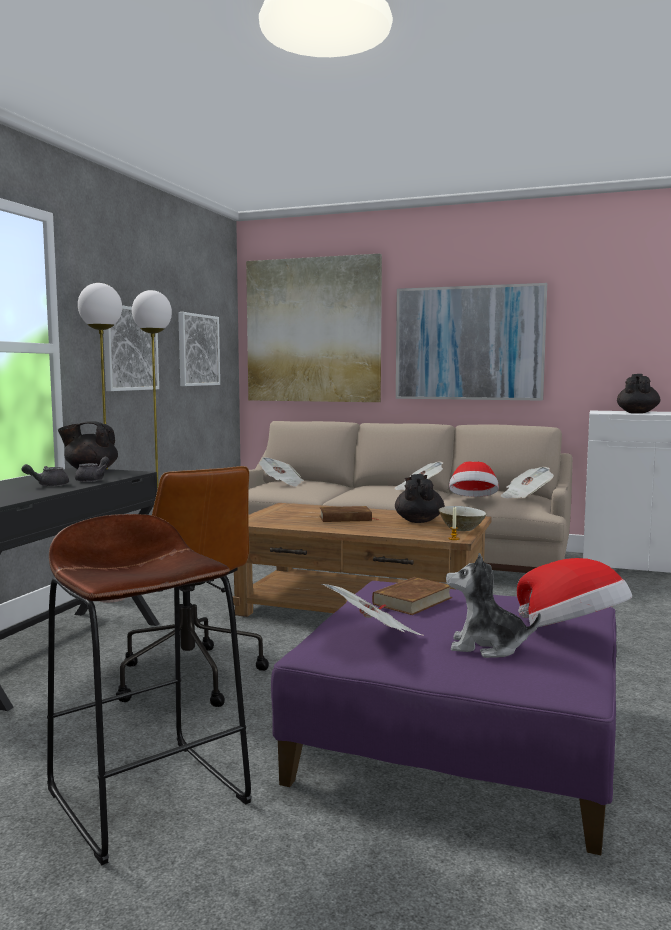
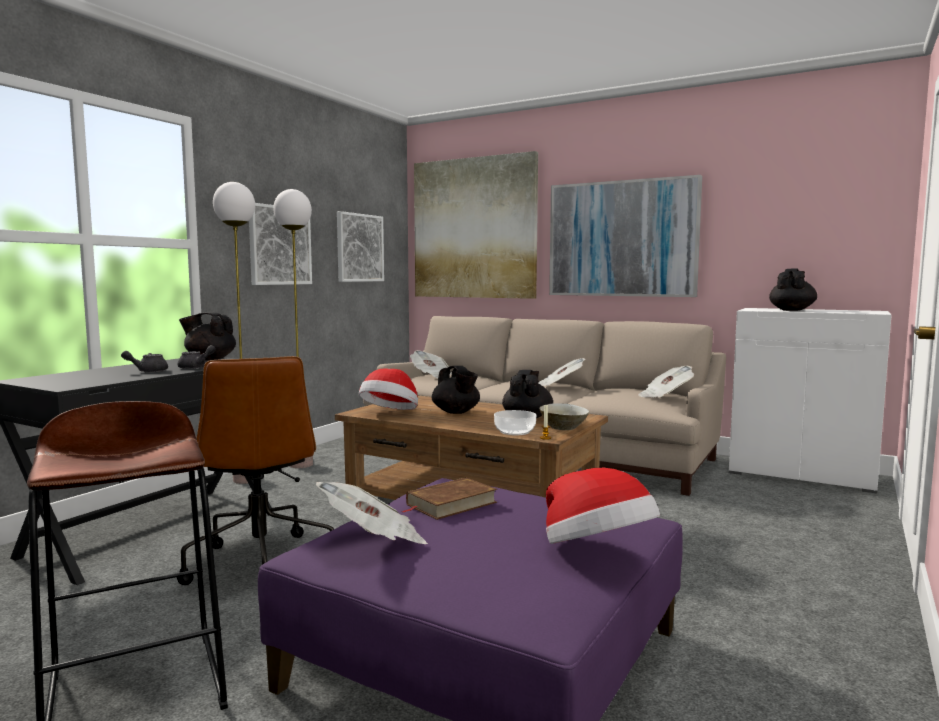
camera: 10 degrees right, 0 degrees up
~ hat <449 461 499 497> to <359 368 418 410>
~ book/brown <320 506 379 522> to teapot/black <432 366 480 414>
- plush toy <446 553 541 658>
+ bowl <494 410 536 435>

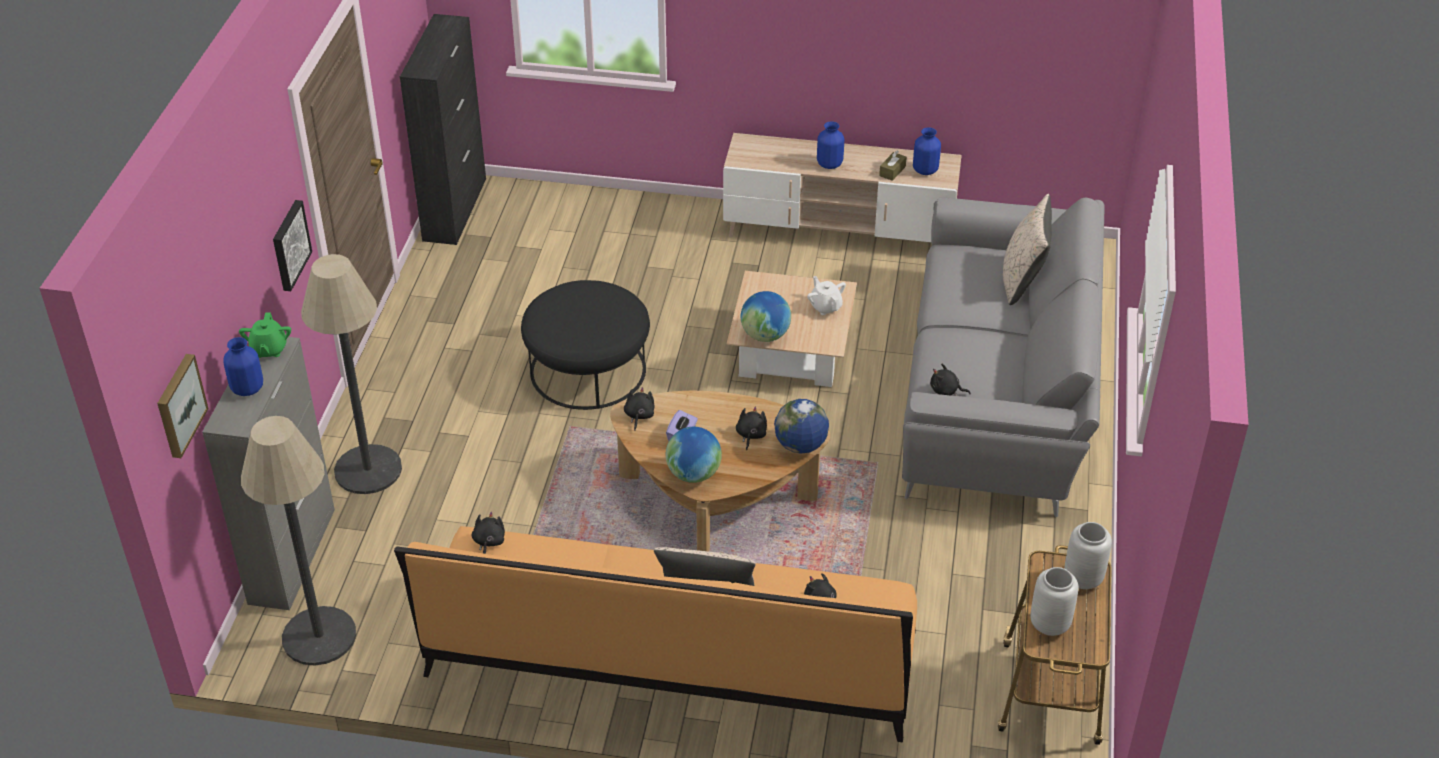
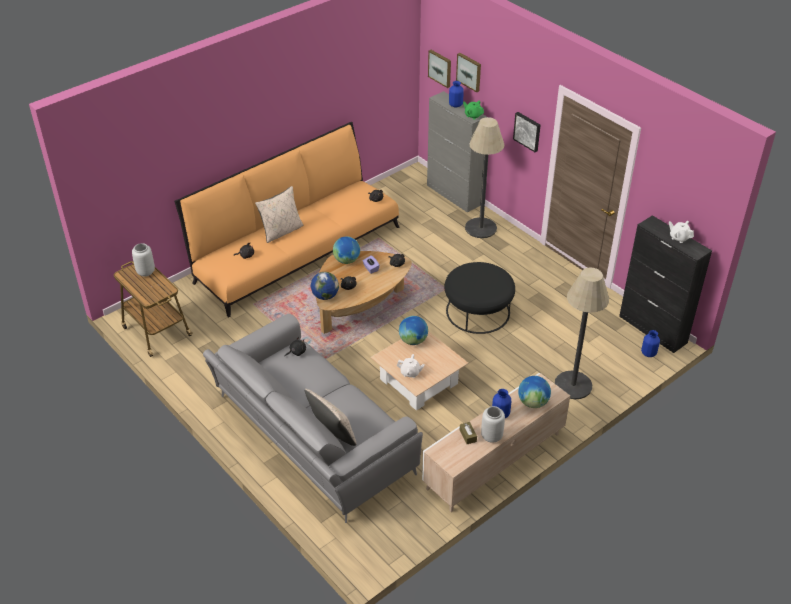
camera: 130 degrees right, 0 degrees up
~ vase/blue <913 127 941 175> to <641 330 660 357>
~ floor lamp <241 416 356 666> to <555 267 609 399>
~ vase/grey <1064 522 1112 589> to <481 406 505 443>
+ picture <456 53 481 92>
+ teapot/white <669 221 694 243>
+ globe <518 376 551 408>

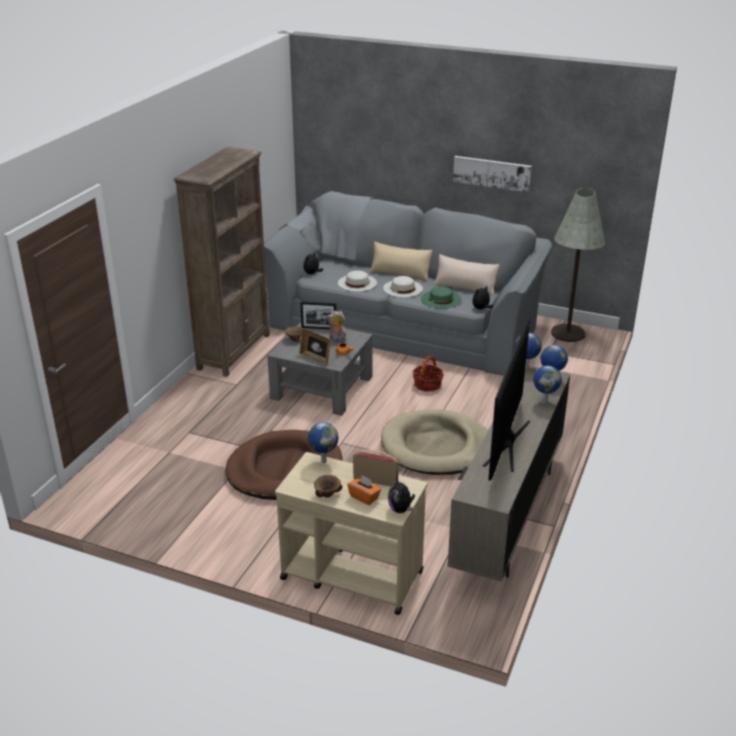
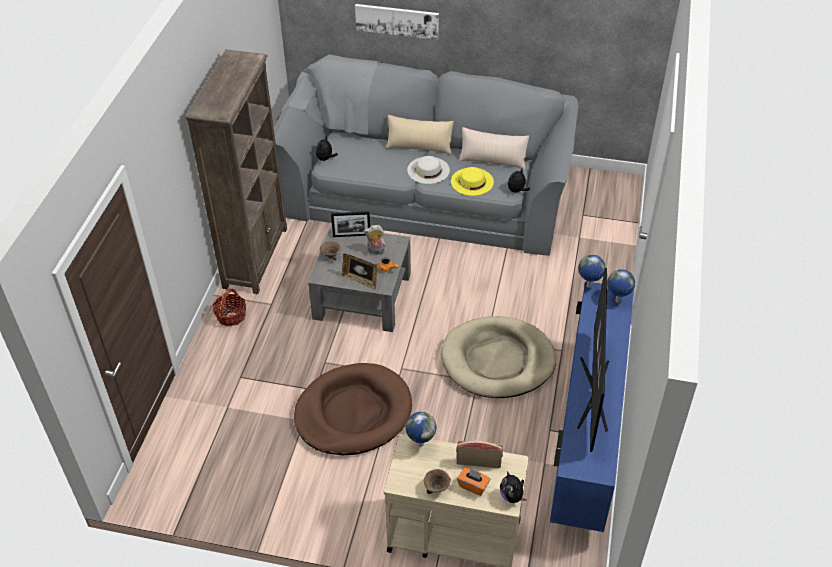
camera: 10 degrees left, 15 degrees up
~ picture <453 156 532 192> to <355 4 439 40>
- floor lamp/grey <551 188 605 342>
- hat/white <338 270 377 292>
~ hat/green <421 286 461 309> to hat/yellow <451 167 494 196>
~ basket <413 356 443 392> to <213 289 246 327>
~ tv stand/beige <448 365 571 582> to tv stand/blue <550 281 634 532>
- globe <533 366 562 404>

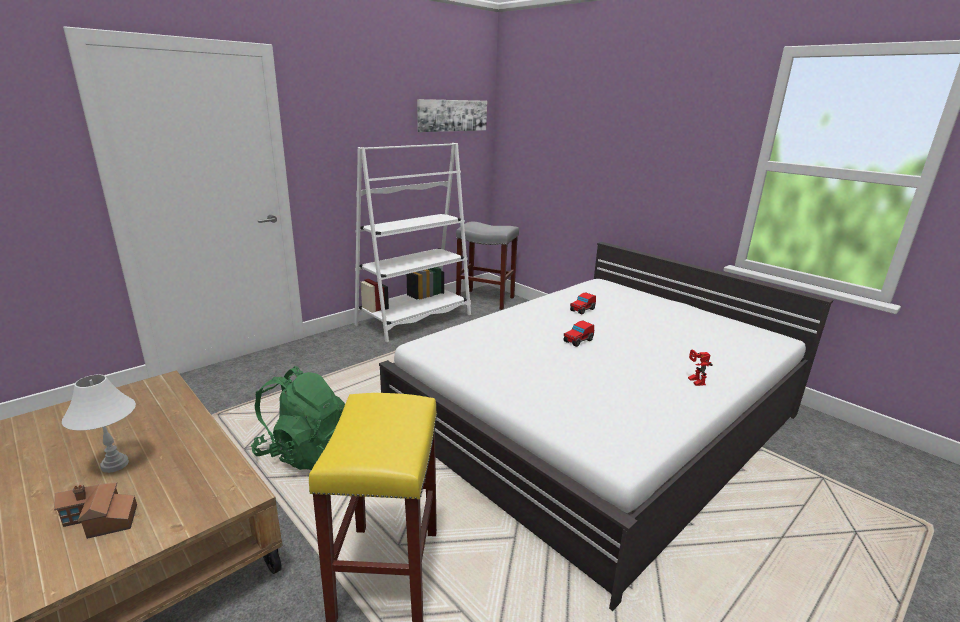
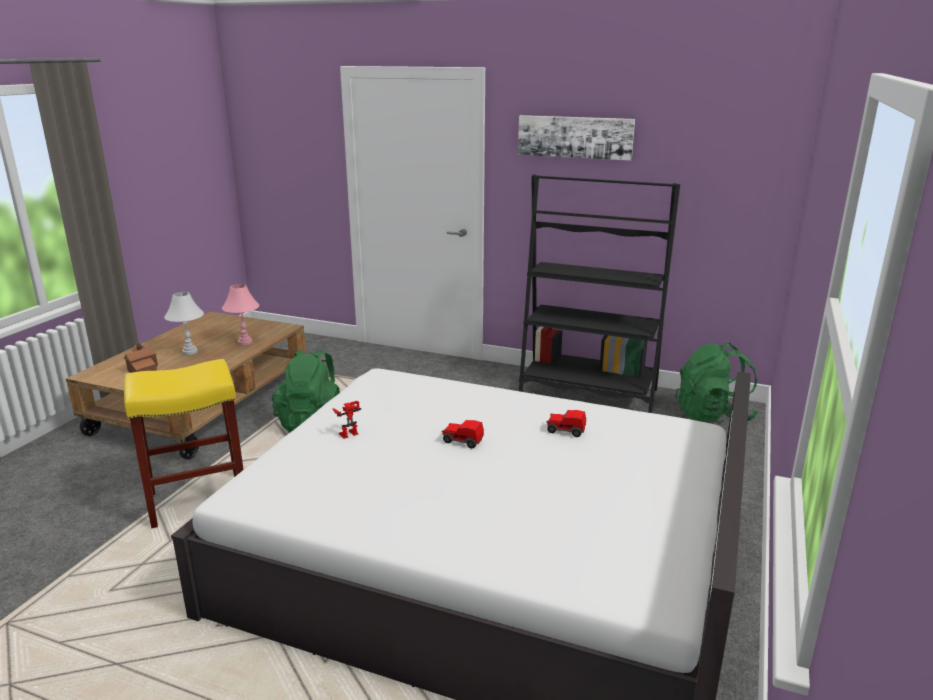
camera: 65 degrees right, 0 degrees up
~ picture <417 99 487 132> to <518 115 635 161>
~ bookcase/white <354 143 471 342> to bookcase/black <519 175 680 413>
~ stool/grey <456 222 519 310> to backpack/green <675 342 758 422>
~ toy robot <688 350 712 386> to <332 401 361 439>
+ table lamp/pink <222 284 260 345>

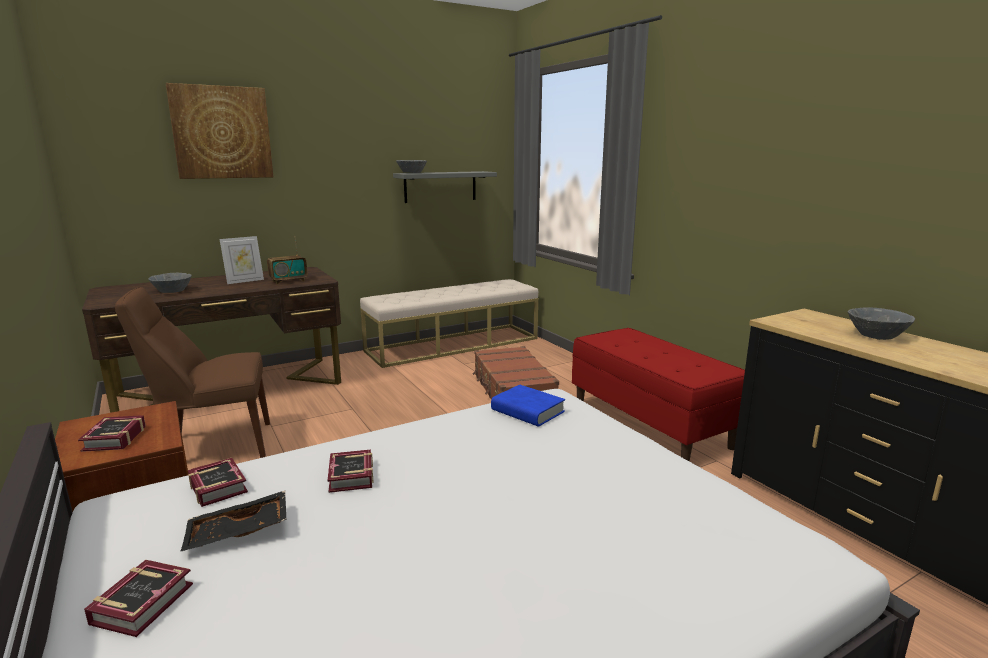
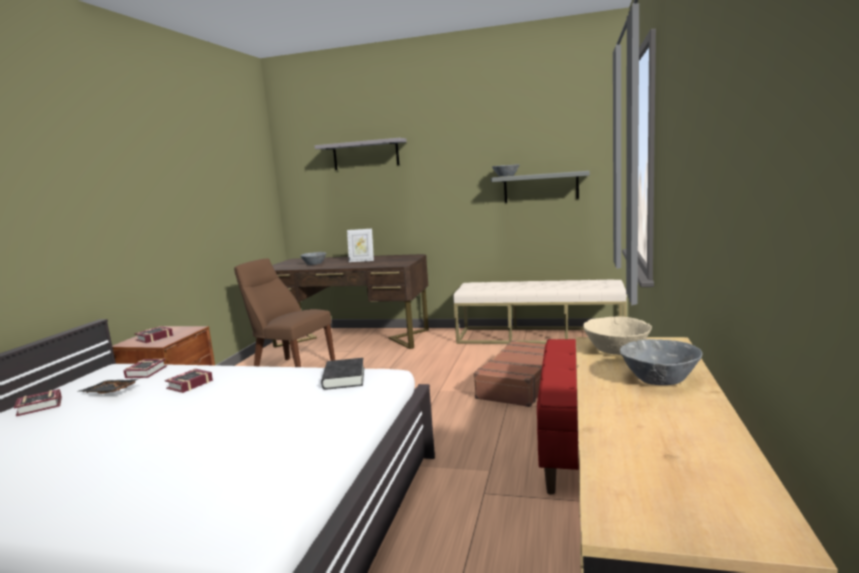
camera: 45 degrees right, 5 degrees down
~ picture <166 83 273 179> to shelf/grey <314 138 407 170>
- radio <267 236 308 284>
~ book/blue <491 385 565 426> to book/black <321 358 364 390>
+ bowl/beige <583 316 652 355>

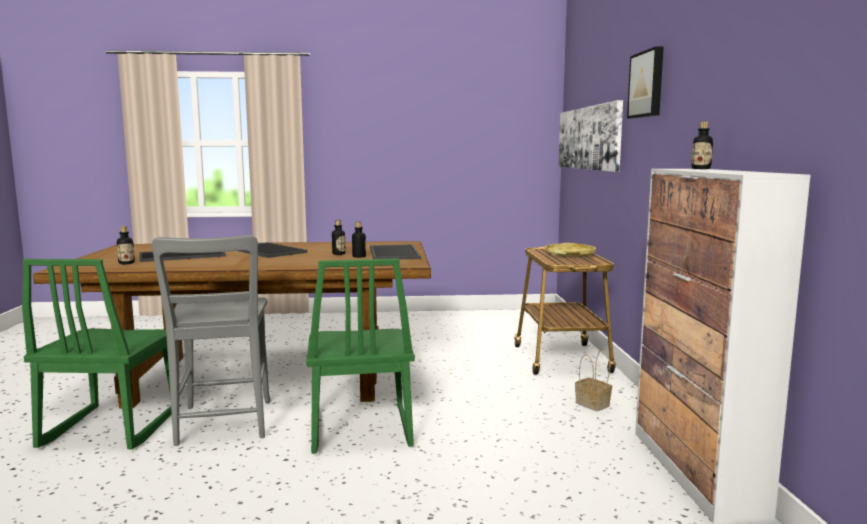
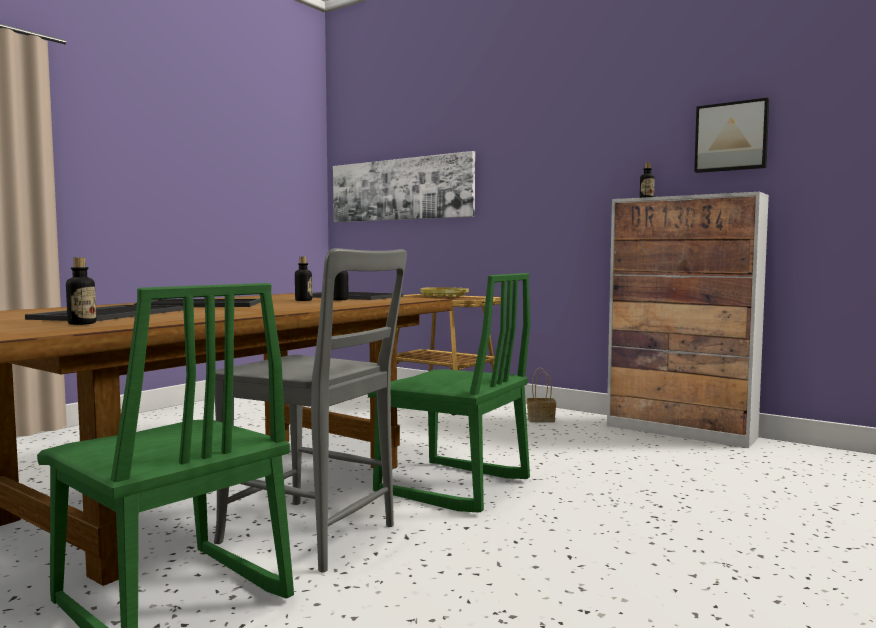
camera: 50 degrees left, 5 degrees down
~ picture <627 46 664 119> to <694 98 769 173>

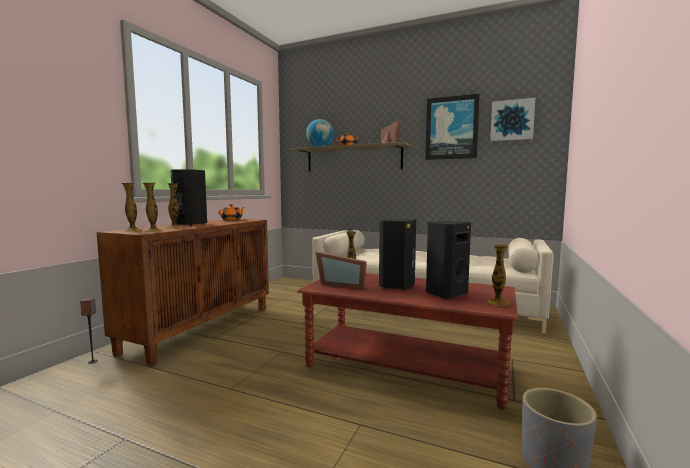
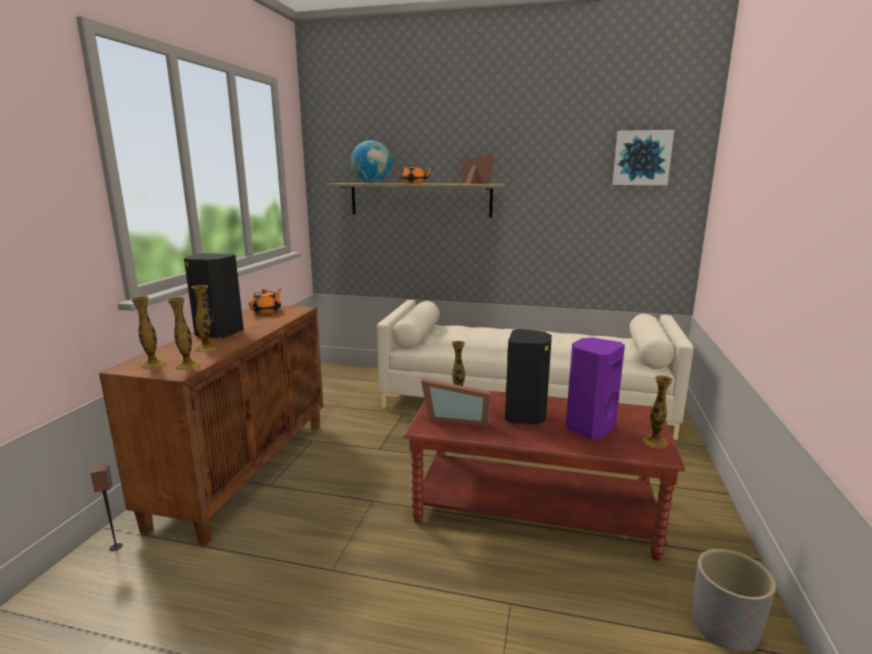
camera: 10 degrees left, 10 degrees up
- picture <425 94 480 160>
~ speaker/black <426 221 471 299> to speaker/purple <566 337 625 440>

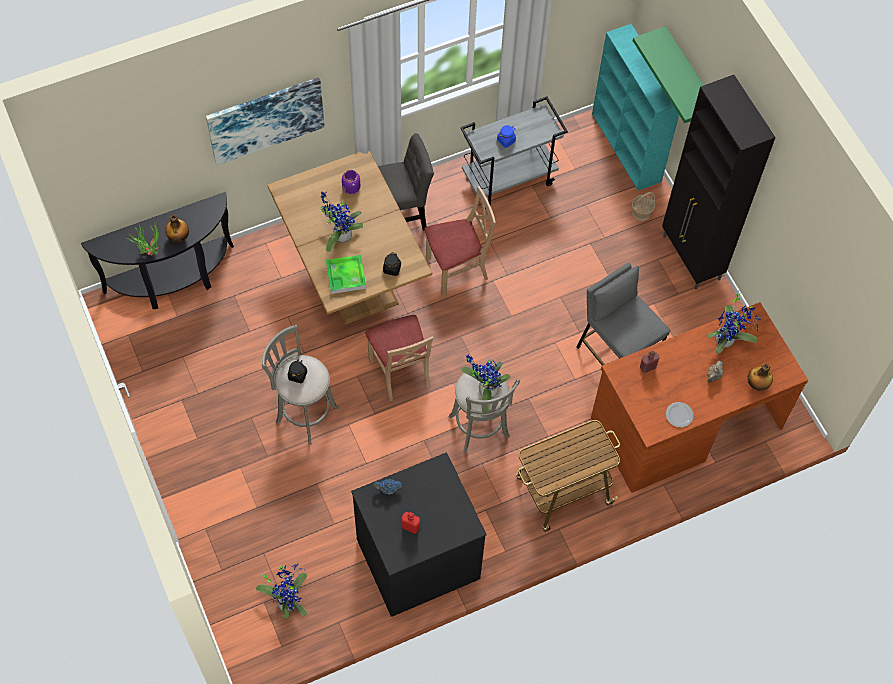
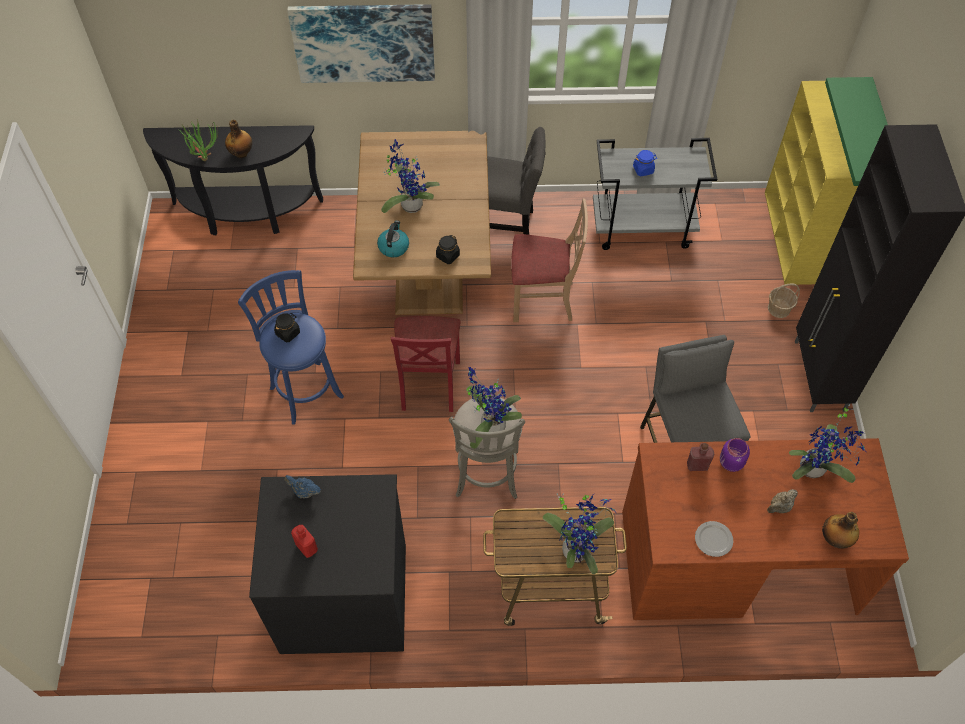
camera: 25 degrees right, 5 degrees down
~ bookcase/turquoise <592 24 679 191> to bookcase/yellow <765 81 858 285>
~ jar/purple <342 170 360 194> to <720 438 750 472>
~ tray <326 255 366 294> to kettle <377 220 409 258>
~ chair/beige <365 315 433 401> to chair/red <391 316 460 412>
~ stool/grey <262 325 339 444> to stool/blue <238 270 344 425>
~ potted plant <256 563 307 619> to <543 493 616 574>

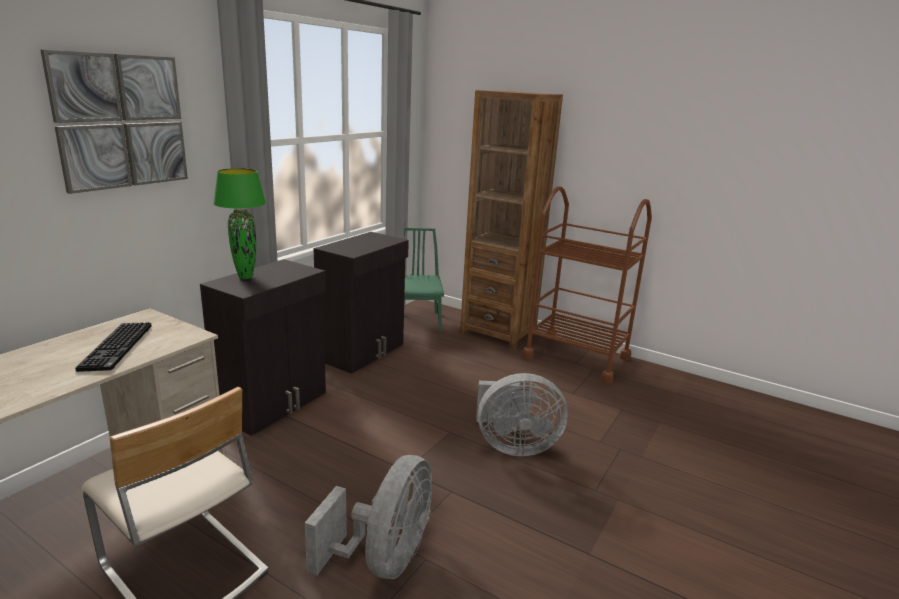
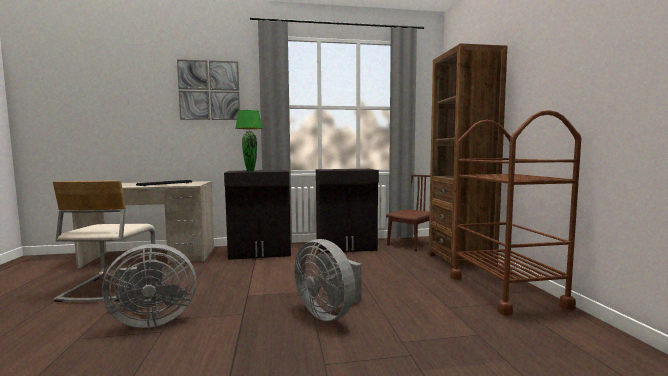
camera: 50 degrees right, 15 degrees down
~ chair/green <404 228 444 332> to chair/brown <386 174 430 251>

